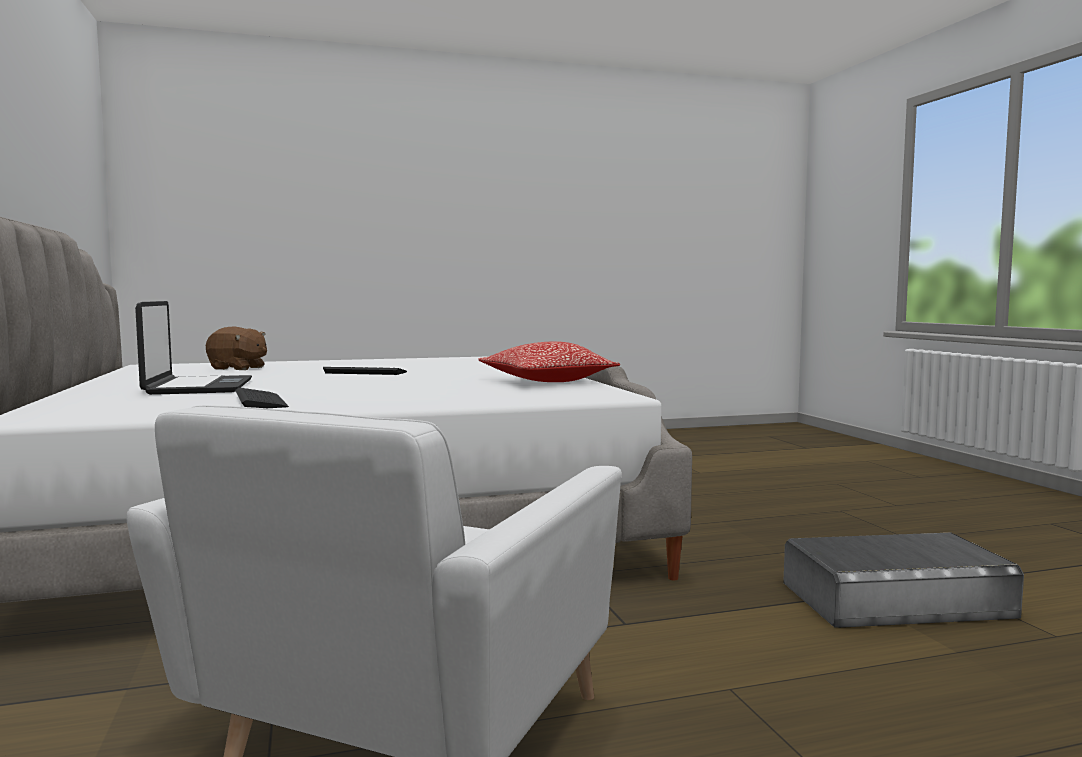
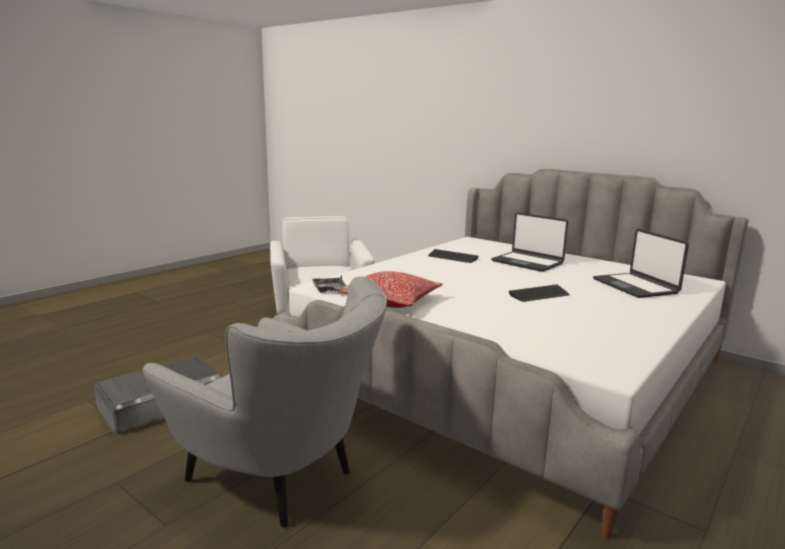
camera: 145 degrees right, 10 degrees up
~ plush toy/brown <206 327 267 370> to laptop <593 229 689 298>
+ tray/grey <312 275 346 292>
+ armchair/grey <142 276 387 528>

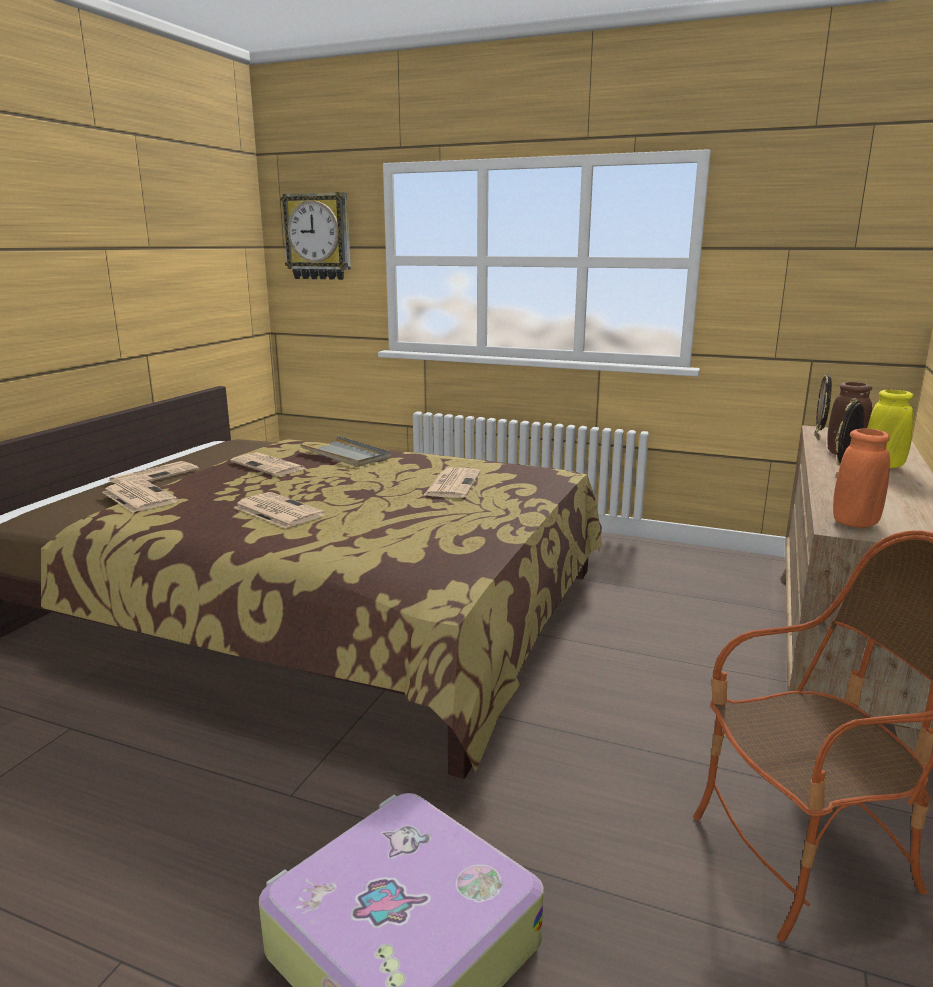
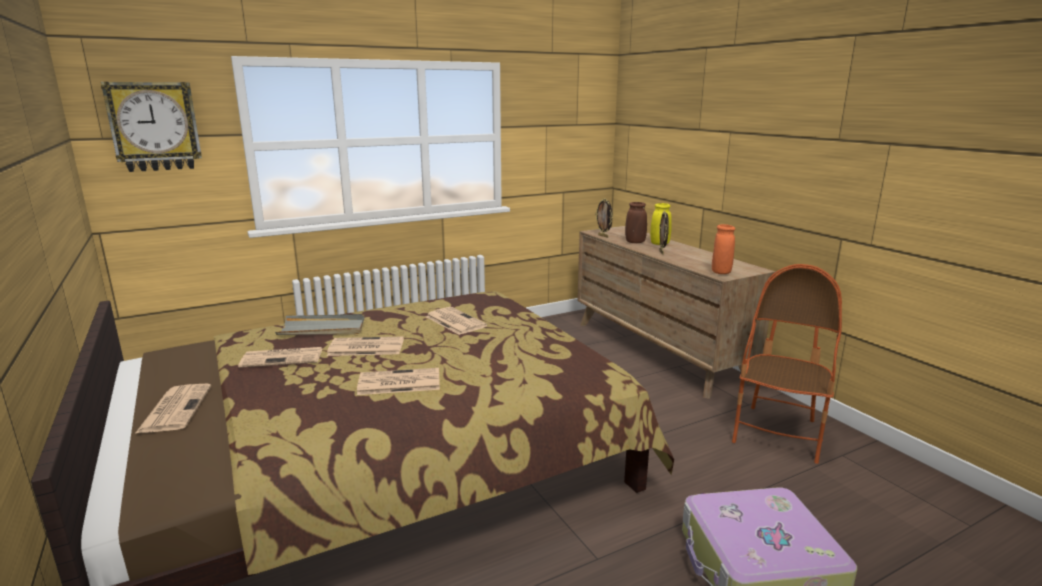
camera: 50 degrees left, 0 degrees up
~ newspaper <102 479 178 512> to <327 336 404 356>

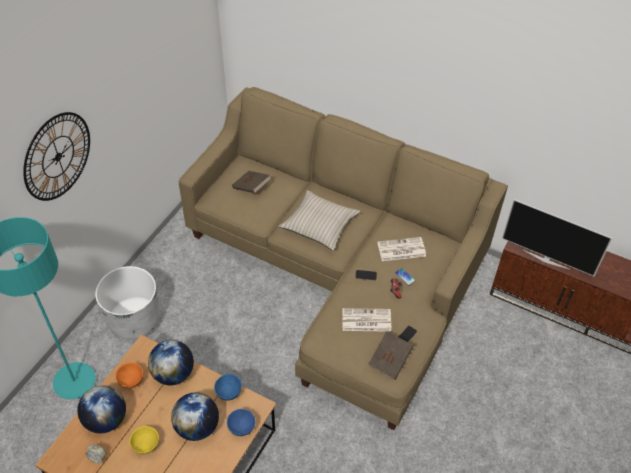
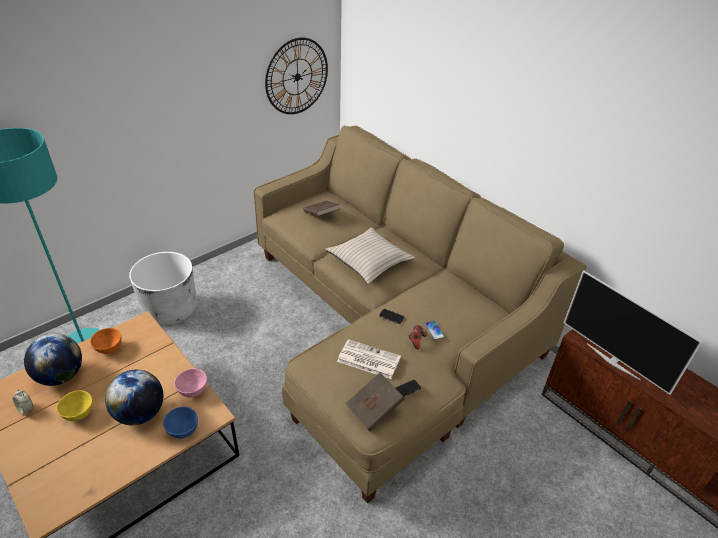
camera: 20 degrees right, 10 degrees down
~ wall clock <23 112 90 201> to <265 37 328 114>
- newspaper <377 237 426 261>
- globe <148 340 194 385>
~ bowl/blue <214 374 242 401> to bowl/pink <174 368 207 397>

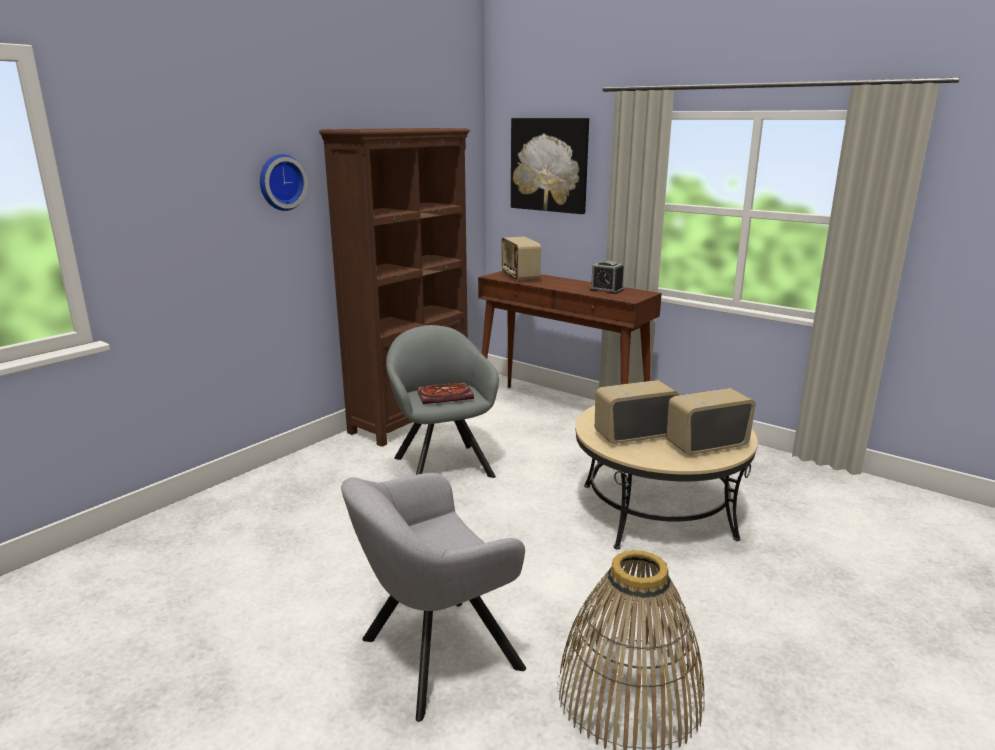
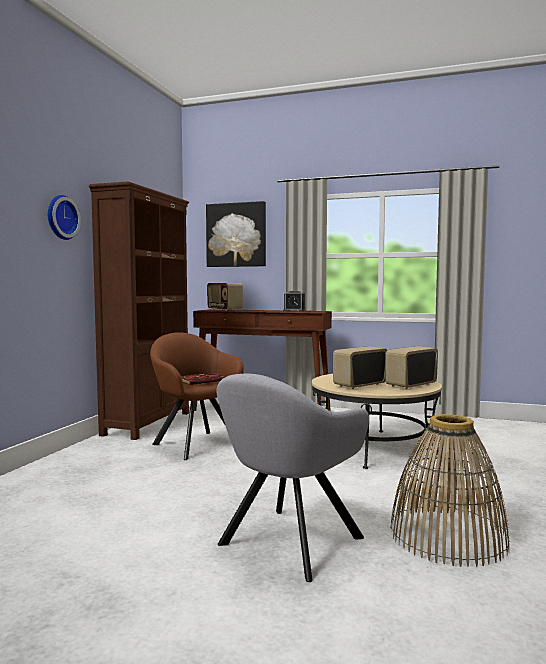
camera: 20 degrees left, 15 degrees down
~ armchair/grey <386 325 499 478> to armchair/brown <150 332 244 460>

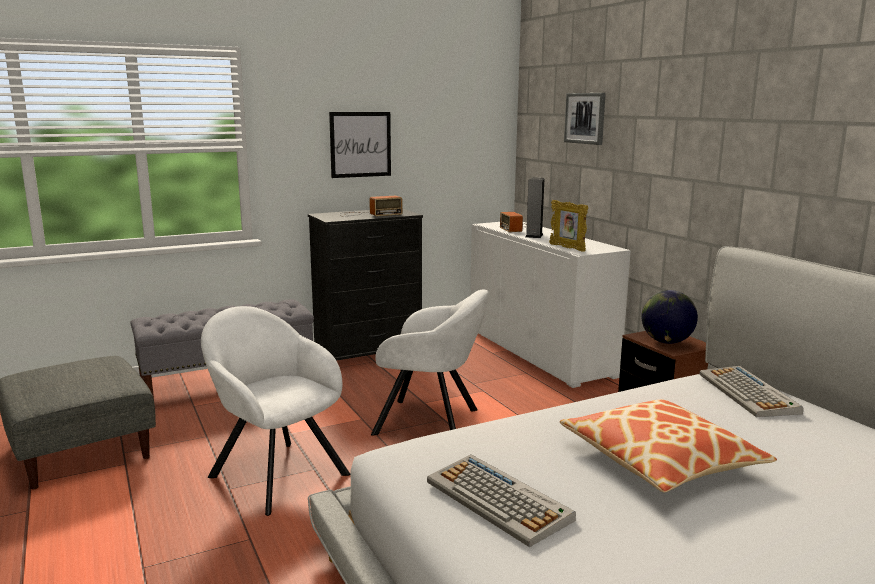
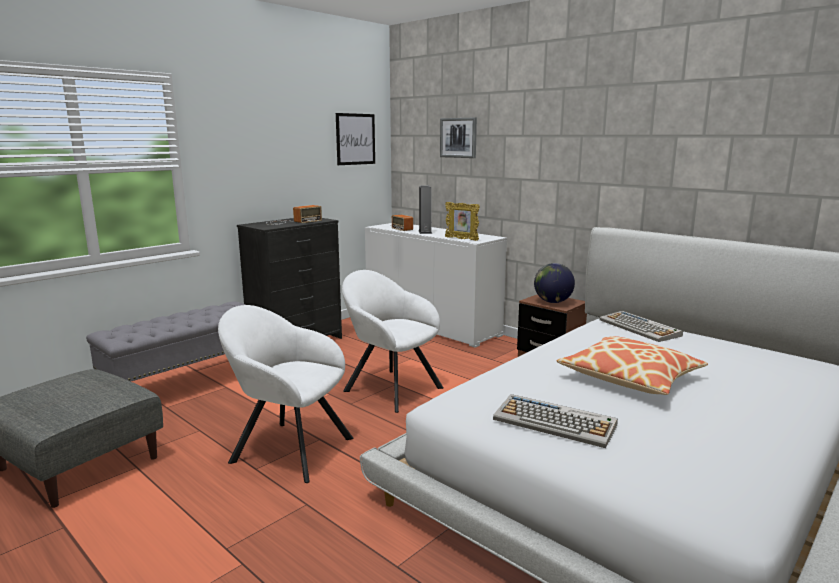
camera: 20 degrees left, 0 degrees up
~ picture <329 112 391 178> to <336 113 375 165>
~ armchair/white <371 290 489 436> = <342 270 444 413> 135 degrees counterclockwise

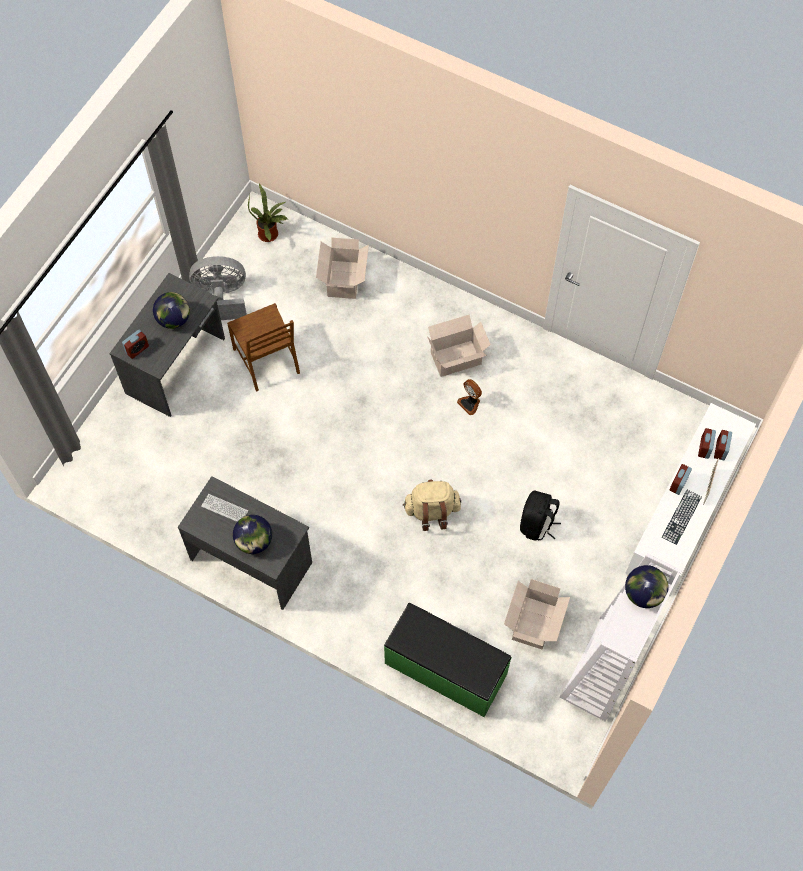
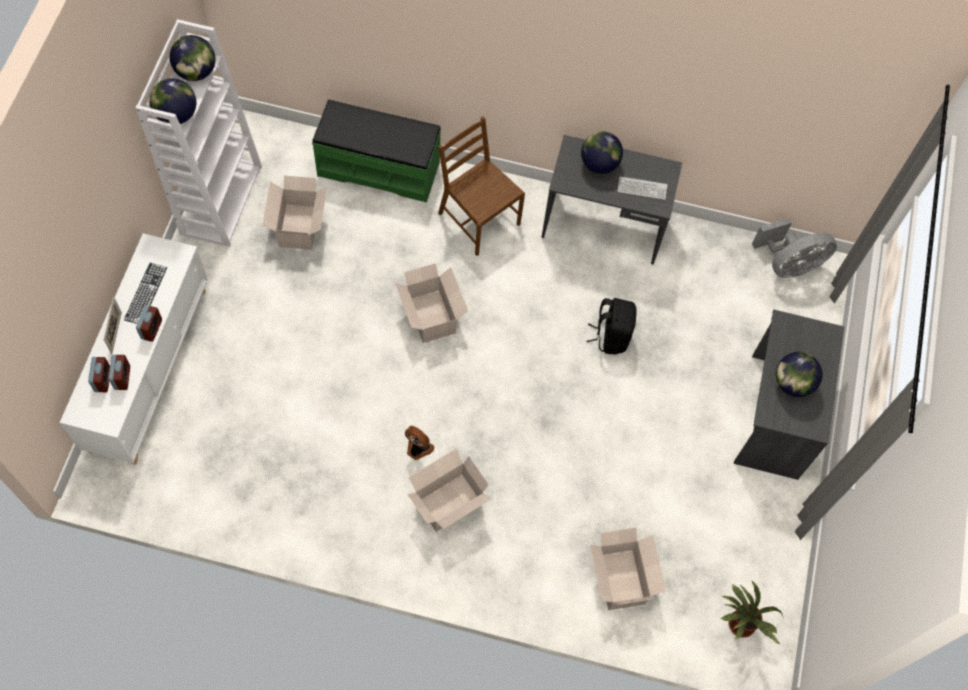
camera: 160 degrees right, 0 degrees up
~ fan/grey <189 256 247 320> to <752 218 837 278>
~ chair/brown <227 303 300 392> to <438 116 525 256>
- alarm clock <122 330 149 359>
~ backpack/beige <403 479 461 531> to cardboard box <395 263 468 343>
~ backpack/black <520 491 561 541> to <586 298 636 354>
+ globe <170 35 215 81>

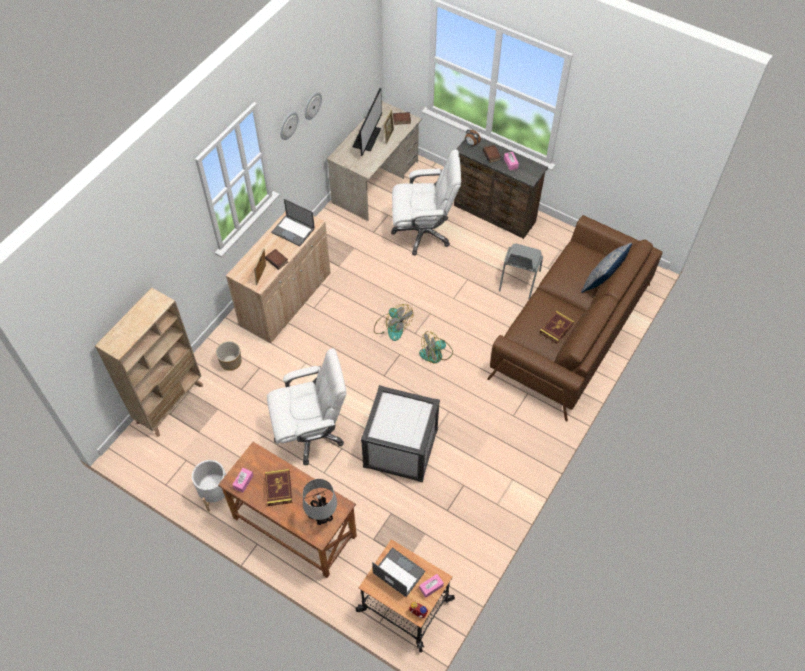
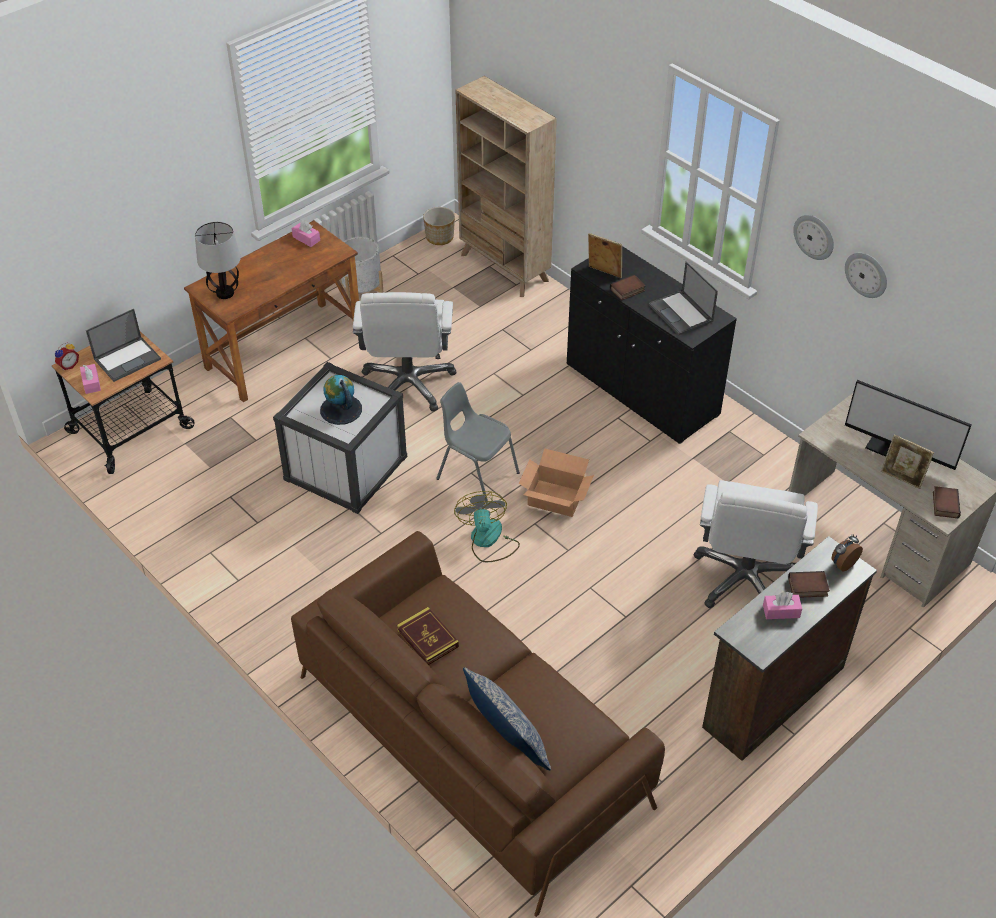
camera: 105 degrees right, 10 degrees down
~ laptop <272 199 315 246> = <648 261 718 335> 75 degrees counterclockwise
~ cabinet/beige <226 211 331 343> to cabinet/black <567 246 737 444>
~ chair/grey <499 243 543 300> to <436 382 520 503>
~ fan <374 304 413 341> to cardboard box <519 448 594 517>
~ planter <216 341 242 371> to <423 207 455 245>
- book <265 469 292 506>
+ globe <320 375 362 425>

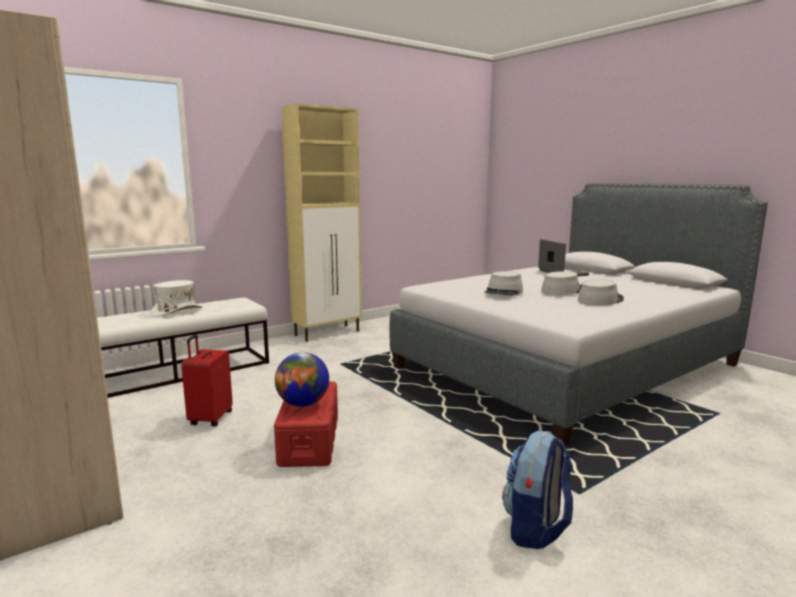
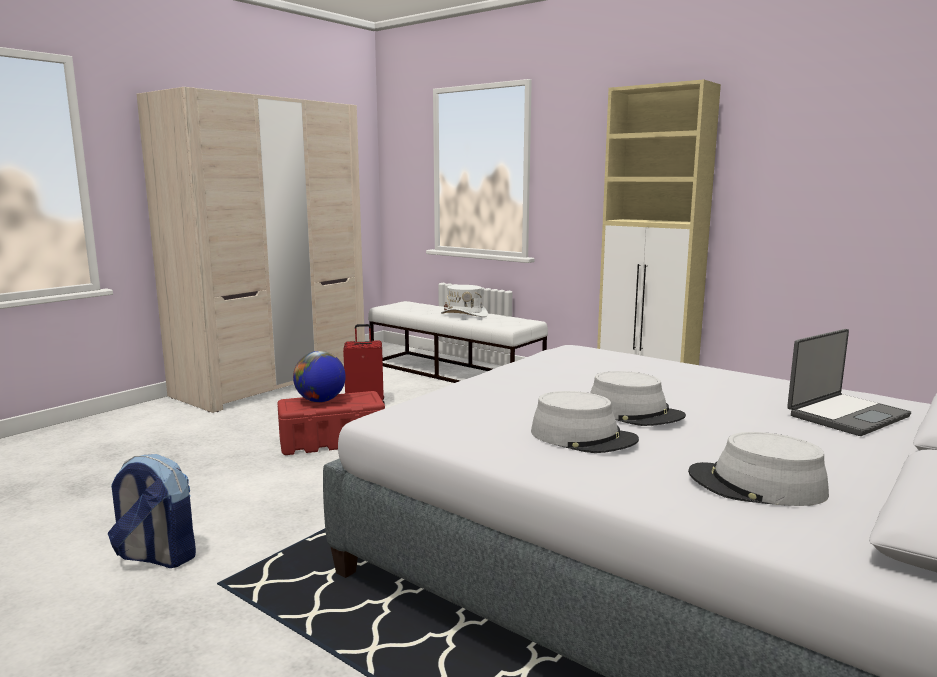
camera: 75 degrees right, 0 degrees up
~ hat/grey <484 271 523 296> to <688 432 829 506>

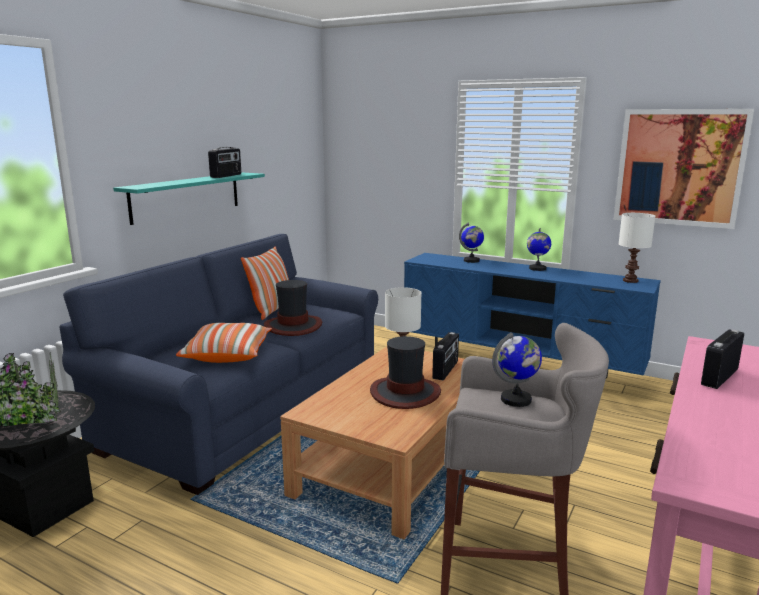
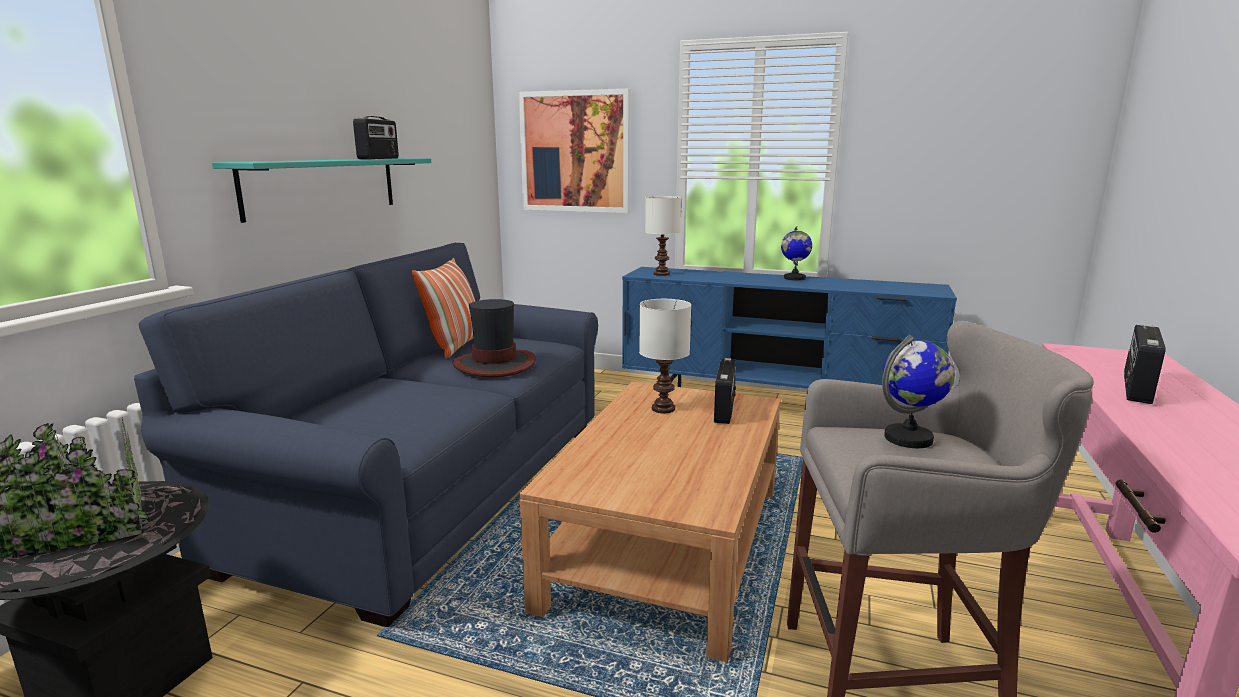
camera: 10 degrees left, 0 degrees up
~ picture <614 109 754 229> to <519 89 630 213>
~ table lamp/white <619 213 655 283> to <645 196 681 276>
- globe <459 222 484 263>
- pillow <176 323 272 363>
- hat <370 336 441 409>

